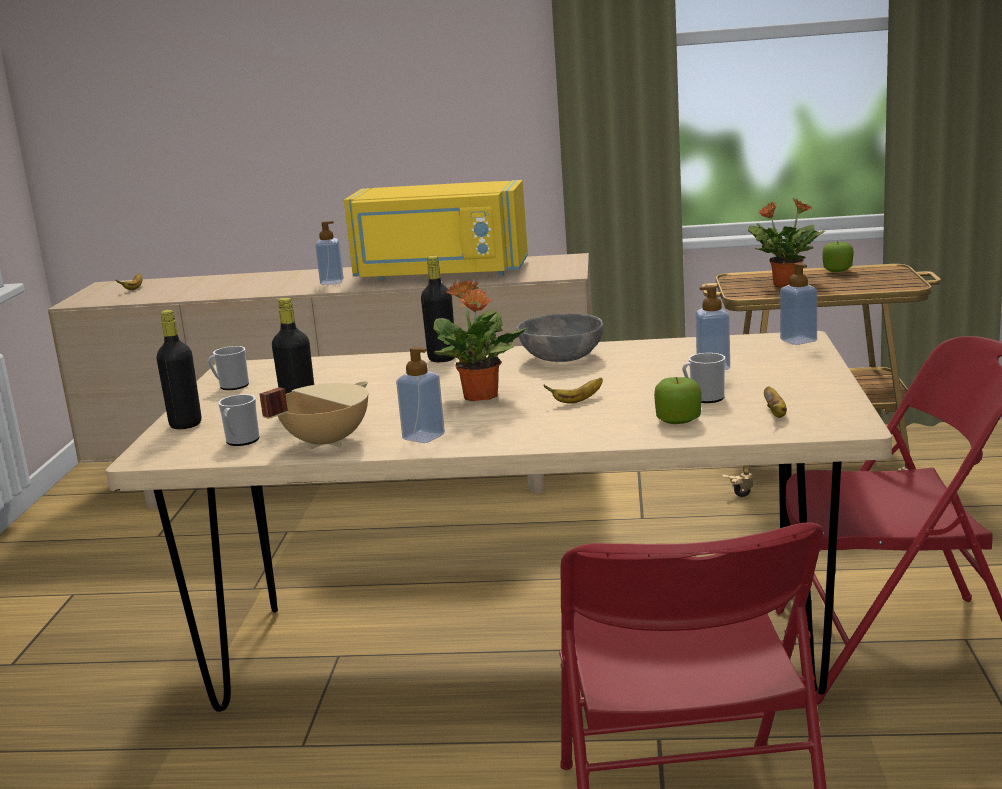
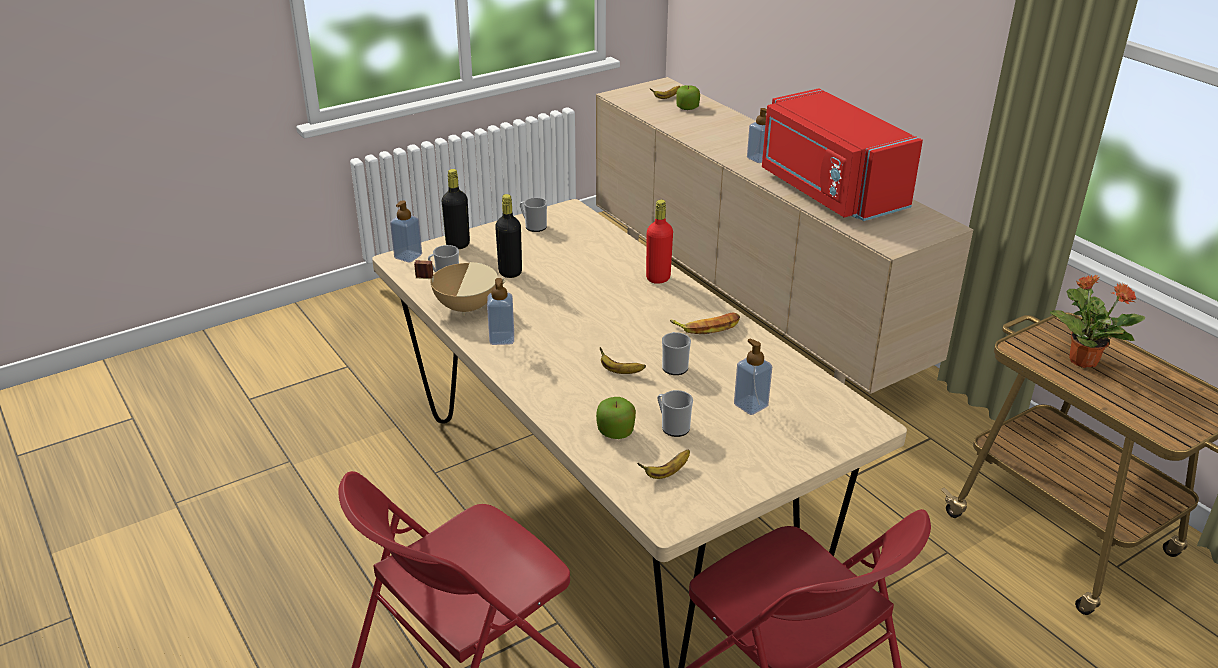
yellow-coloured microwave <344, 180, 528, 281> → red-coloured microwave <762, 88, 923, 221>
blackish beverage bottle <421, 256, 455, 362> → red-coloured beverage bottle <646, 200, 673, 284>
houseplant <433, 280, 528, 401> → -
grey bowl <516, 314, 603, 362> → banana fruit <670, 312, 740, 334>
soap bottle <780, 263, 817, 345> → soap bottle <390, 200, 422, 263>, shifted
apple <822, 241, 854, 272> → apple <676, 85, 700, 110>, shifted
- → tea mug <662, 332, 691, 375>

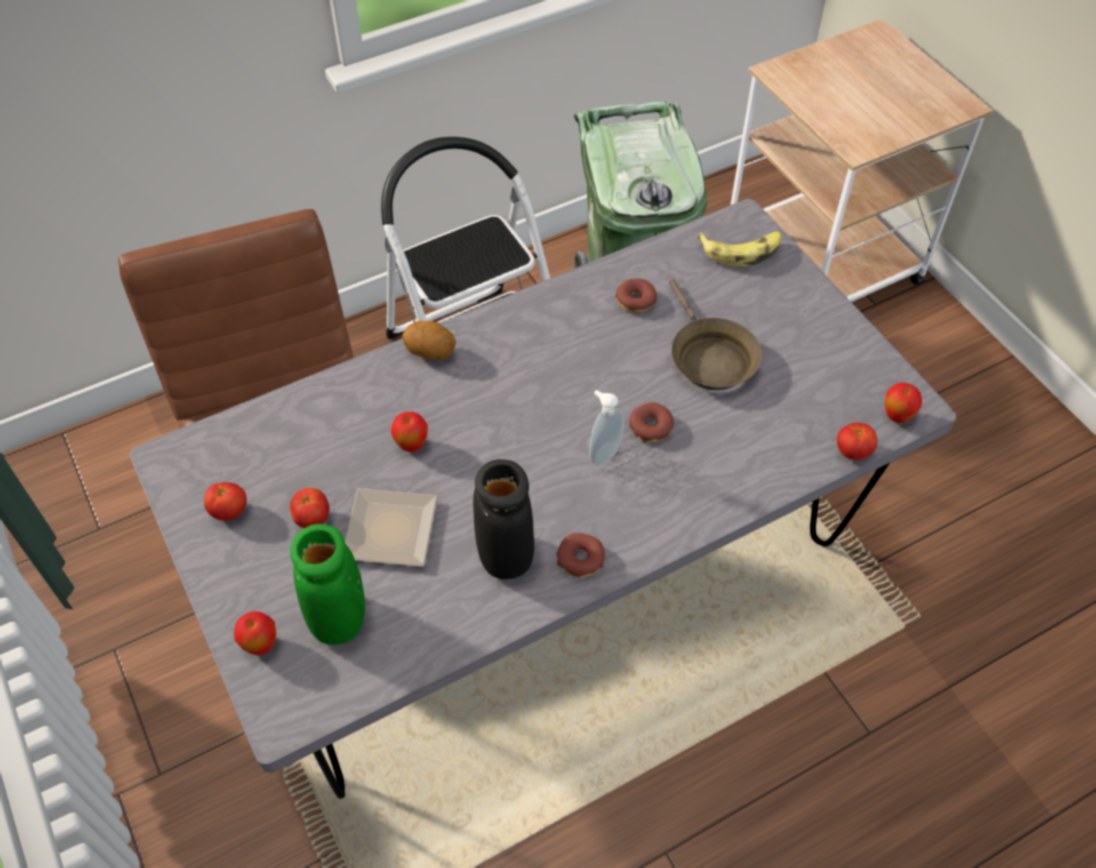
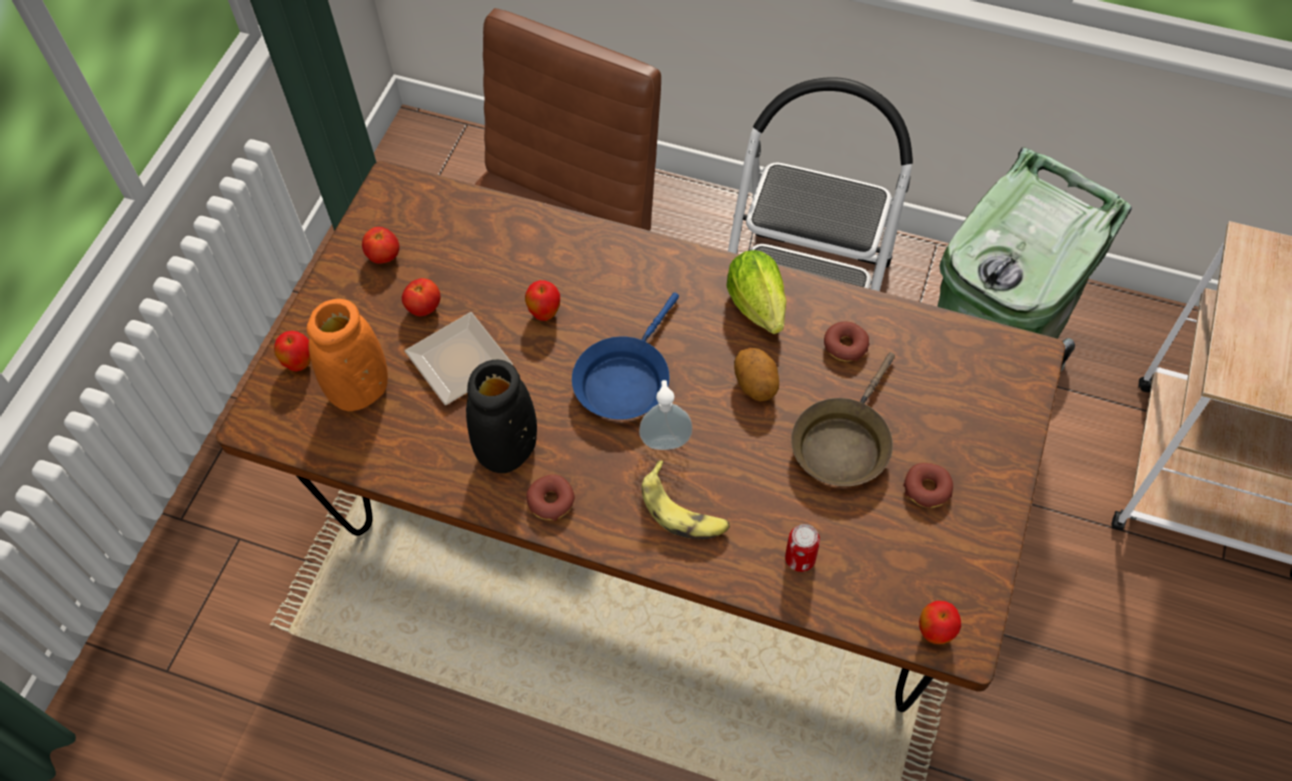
grey kitchen table <130, 199, 956, 799> → brownish kitchen table <216, 161, 1065, 712>
greenish flower vase <290, 524, 365, 645> → orange-coloured flower vase <306, 299, 388, 411>
potato <402, 321, 456, 360> → potato <734, 348, 779, 401>, shifted
ring doughnut <629, 402, 674, 443> → ring doughnut <903, 463, 953, 508>, shifted
banana fruit <698, 231, 782, 267> → banana fruit <641, 460, 730, 539>, shifted
fresh tomato <837, 423, 878, 460> → -
- → bluish skillet <572, 292, 679, 420>
- → head of lettuce <726, 250, 786, 334>
- → sealed can <785, 524, 820, 572>

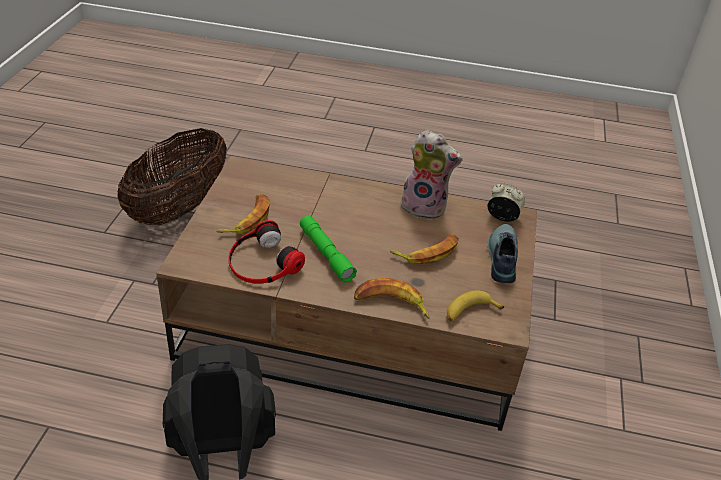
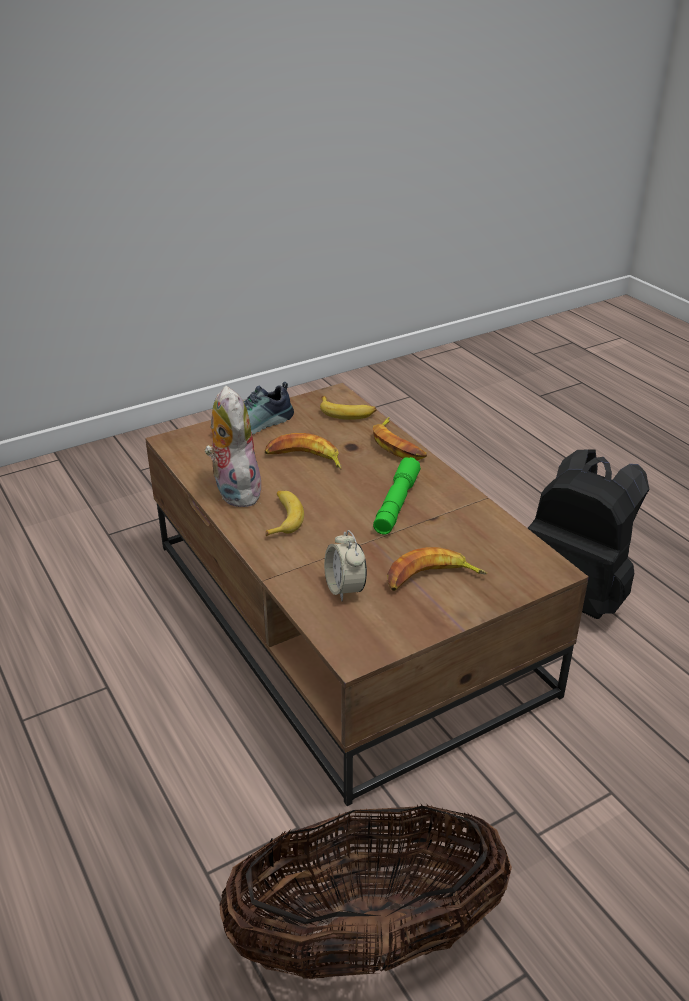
headphones <228, 220, 305, 284> → -
table clock <487, 183, 525, 222> → table clock <324, 530, 367, 601>, shifted
- → banana fruit <266, 491, 304, 536>

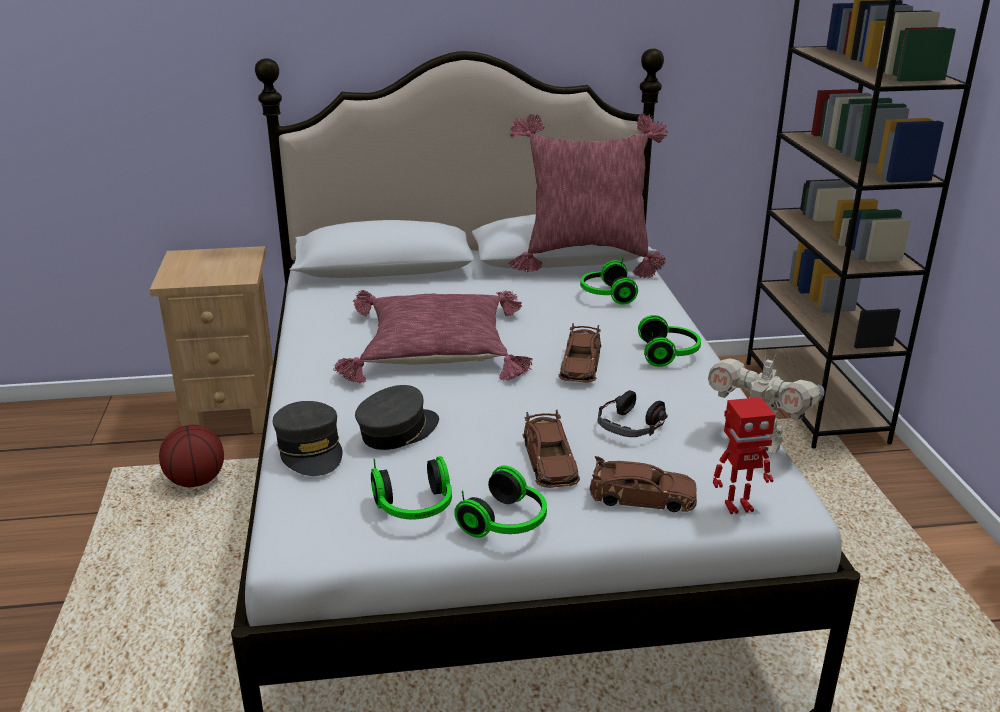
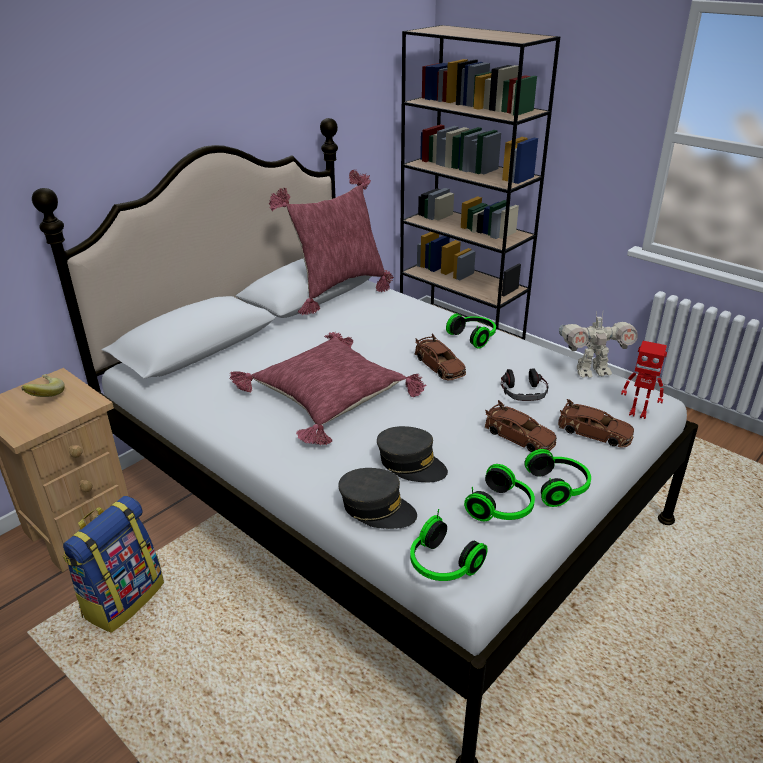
ball for basketball <159, 425, 224, 487> → rucksack <62, 496, 164, 633>
grey baseball cap <355, 385, 439, 450> → grey baseball cap <377, 426, 448, 482>, 120 degrees clockwise
headphones <580, 256, 638, 305> → headphones <410, 509, 488, 581>, shifted
brownish toy car <590, 456, 697, 512> → brownish toy car <558, 399, 634, 448>, 60 degrees clockwise
model robot <713, 397, 775, 514> → model robot <621, 341, 667, 419>, 75 degrees clockwise
- → banana fruit <21, 374, 65, 397>

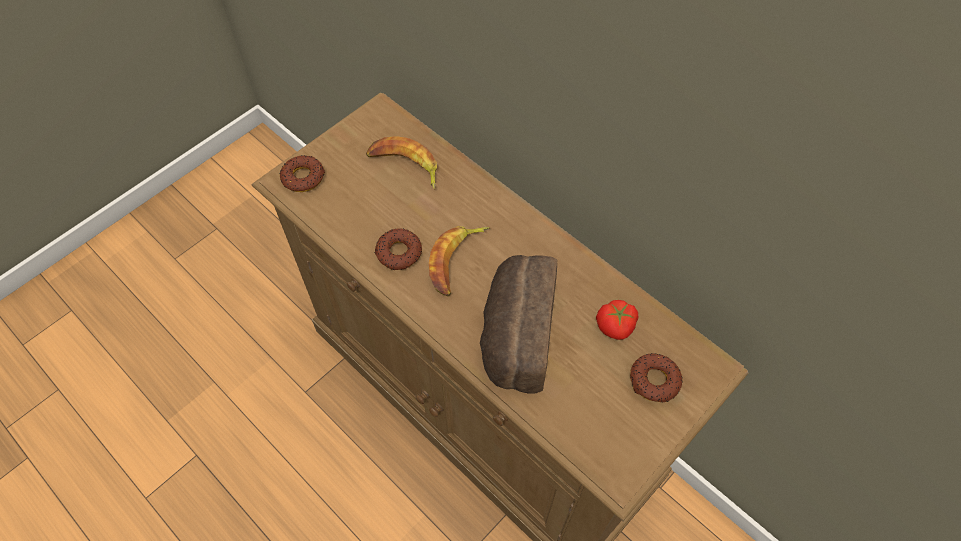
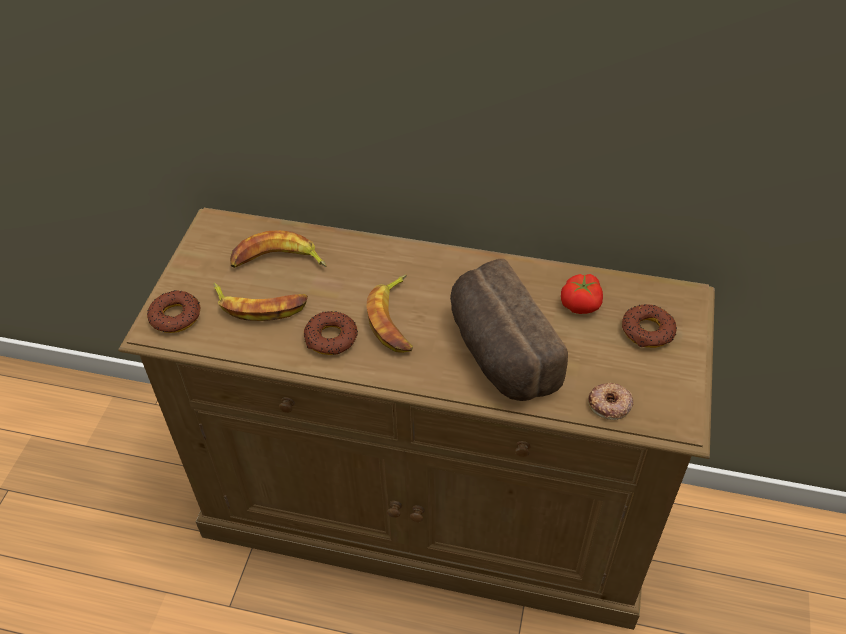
- → banana fruit <213, 282, 308, 321>
- → ring doughnut <588, 383, 633, 420>

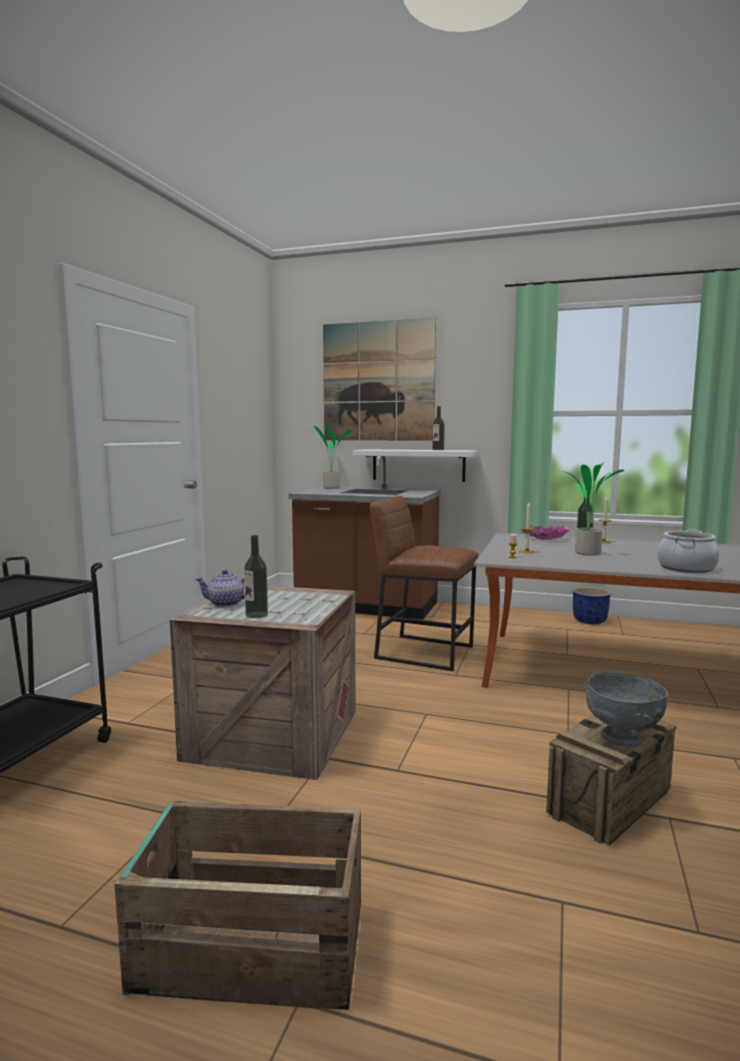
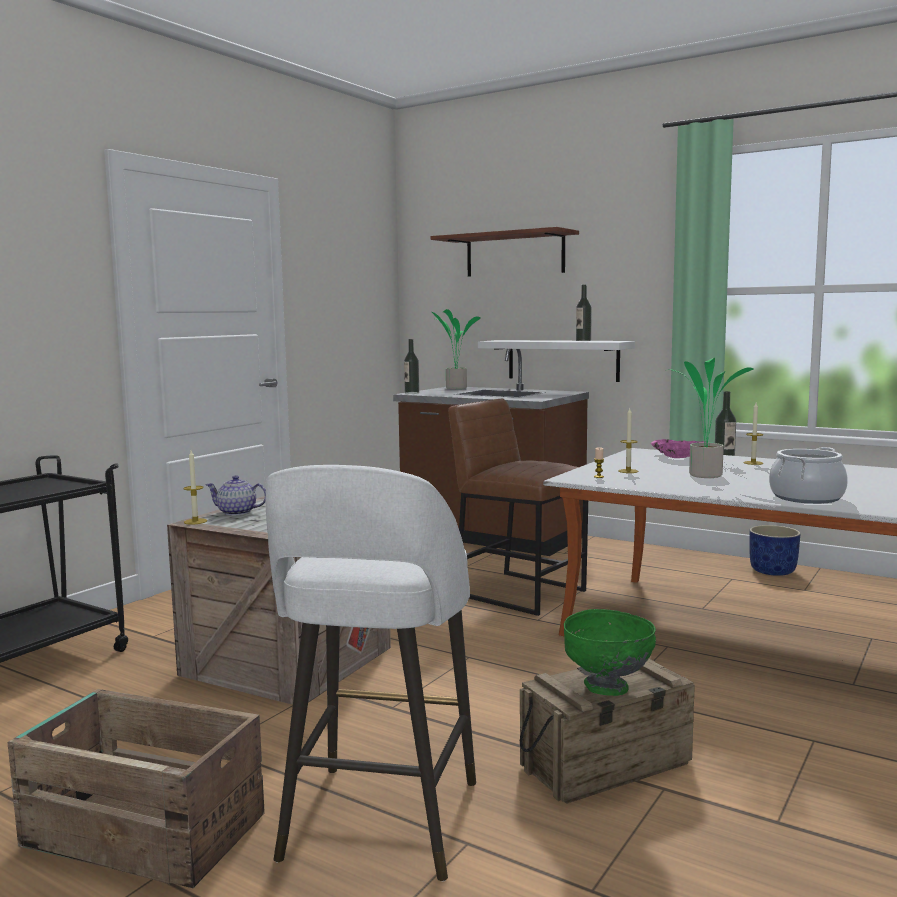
beverage bottle <244, 535, 268, 618> → beverage bottle <404, 339, 419, 394>, shifted
wall art <323, 318, 436, 441> → bracket shelf <430, 227, 579, 277>
grey bowl <586, 672, 668, 747> → greenish bowl <564, 609, 656, 696>
- → wax candle <184, 450, 207, 525>
- → white stool <266, 465, 476, 881>

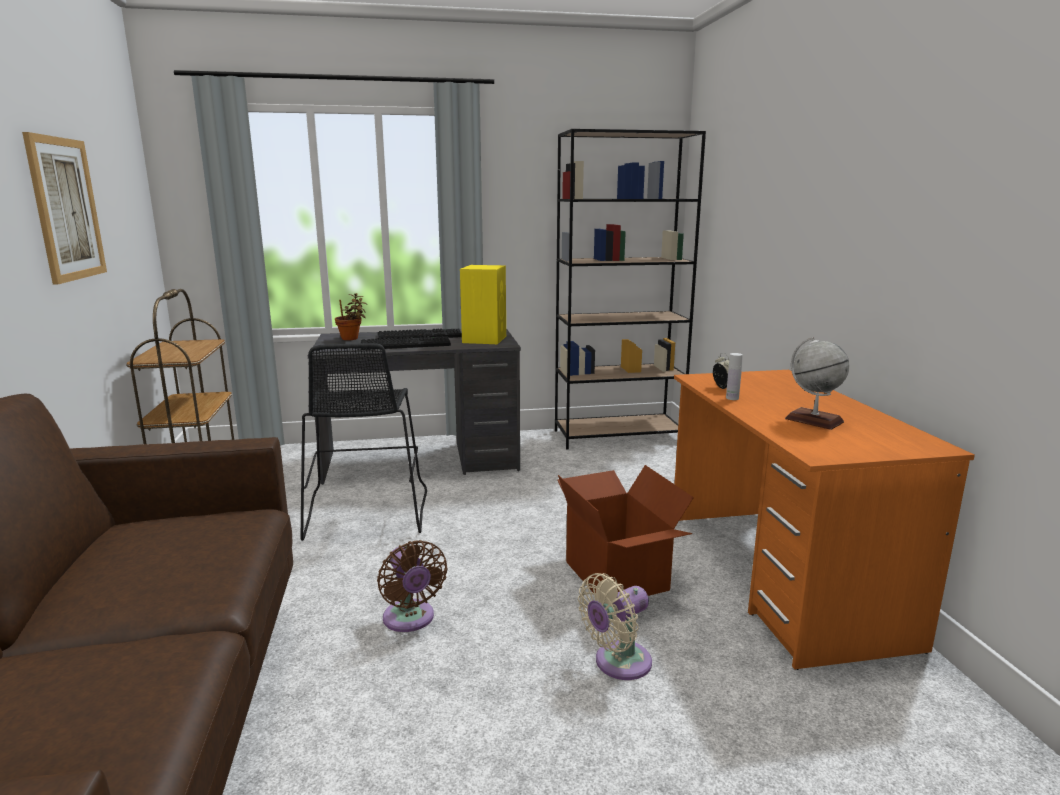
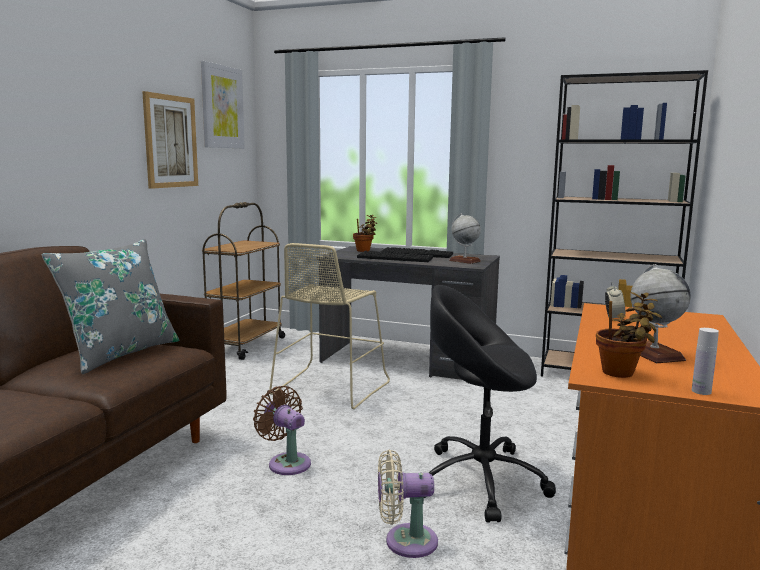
blackish stool <300, 343, 427, 541> → sand-coloured stool <269, 243, 390, 409>
brownish electric fan <377, 540, 447, 632> → brownish electric fan <253, 386, 311, 475>, 135 degrees clockwise
yellow-coloured speaker <460, 265, 506, 344> → desk globe <449, 213, 481, 264>
packing box <557, 465, 694, 596> → blackish office chair <424, 285, 556, 523>
white beverage bottle <726, 353, 743, 400> → white beverage bottle <692, 328, 719, 395>, shifted
- → grey cushion <42, 239, 180, 374>
- → wall art <201, 61, 245, 148>
- → houseplant <596, 292, 662, 378>

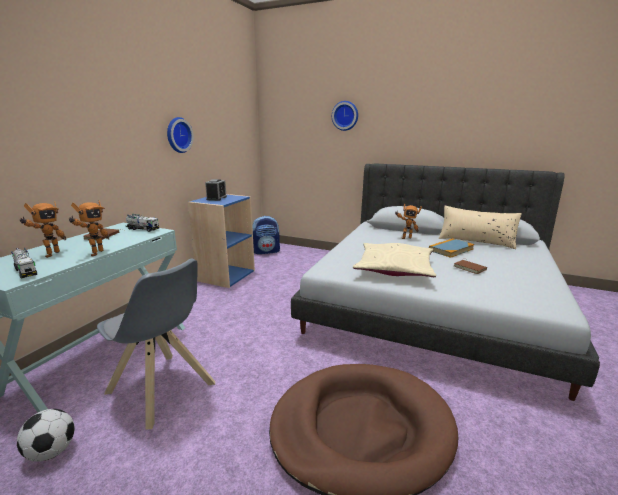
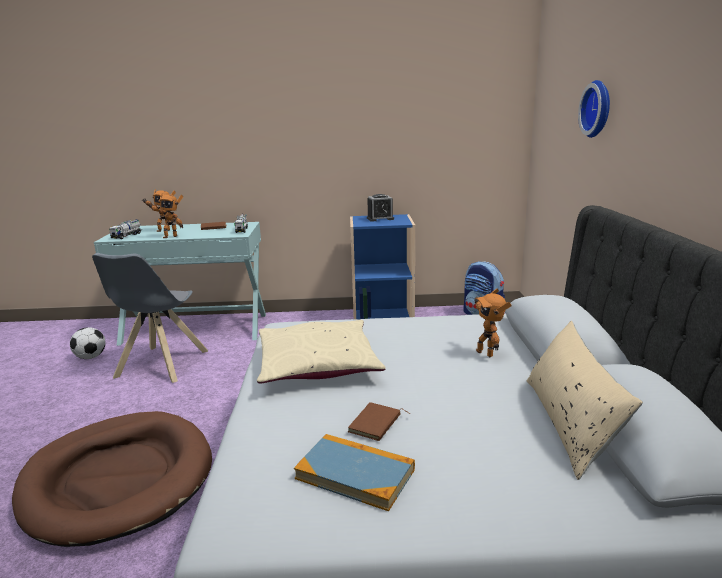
wall clock <167, 117, 194, 153> → -
volume <429, 238, 474, 258> → volume <294, 434, 415, 511>, shifted

